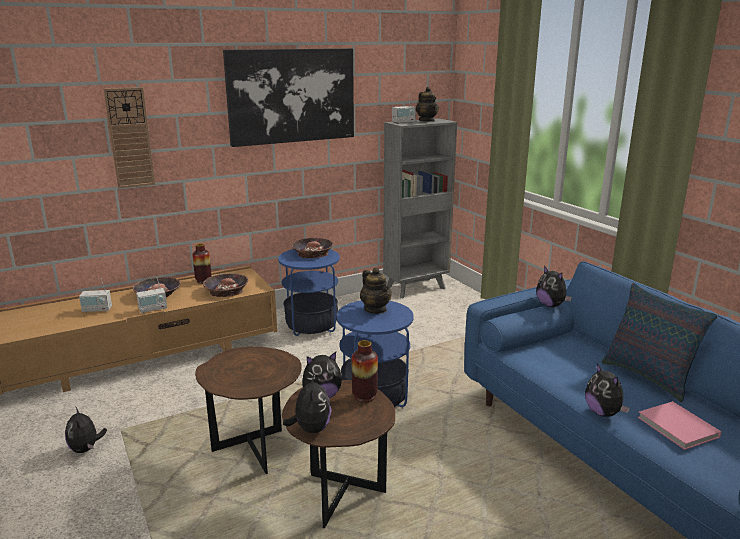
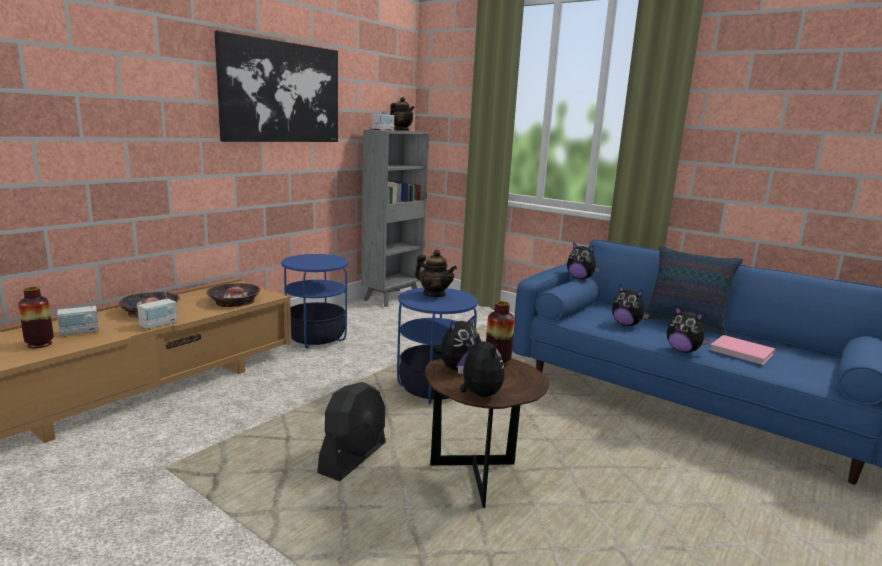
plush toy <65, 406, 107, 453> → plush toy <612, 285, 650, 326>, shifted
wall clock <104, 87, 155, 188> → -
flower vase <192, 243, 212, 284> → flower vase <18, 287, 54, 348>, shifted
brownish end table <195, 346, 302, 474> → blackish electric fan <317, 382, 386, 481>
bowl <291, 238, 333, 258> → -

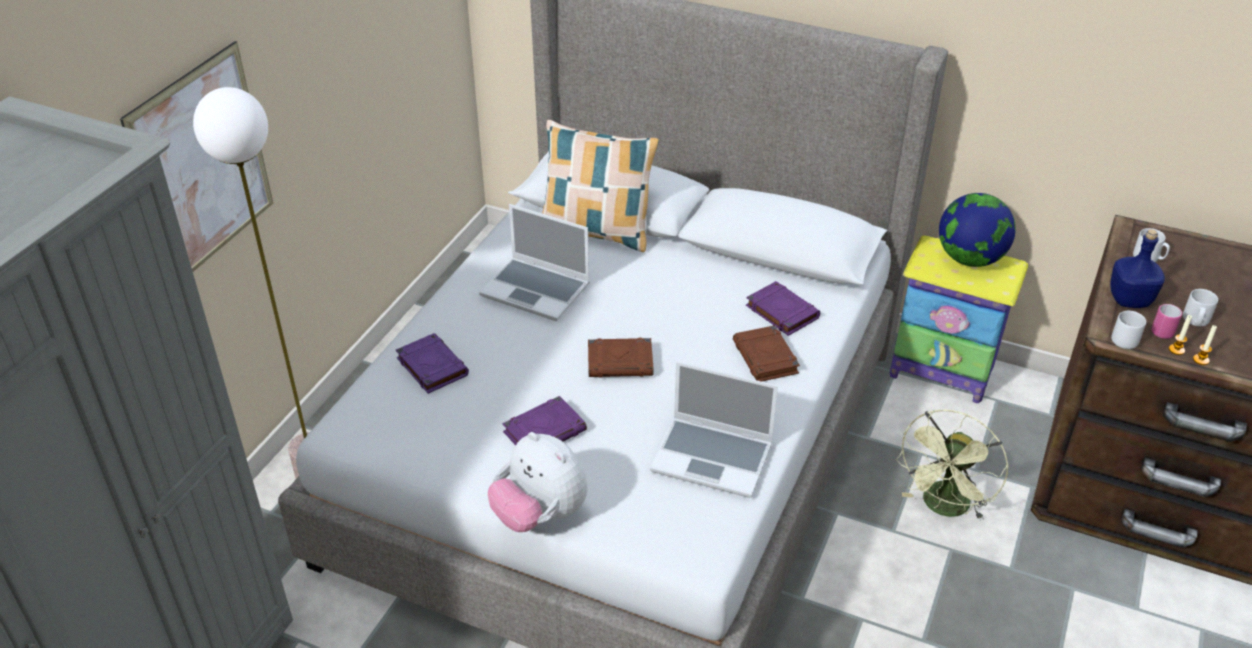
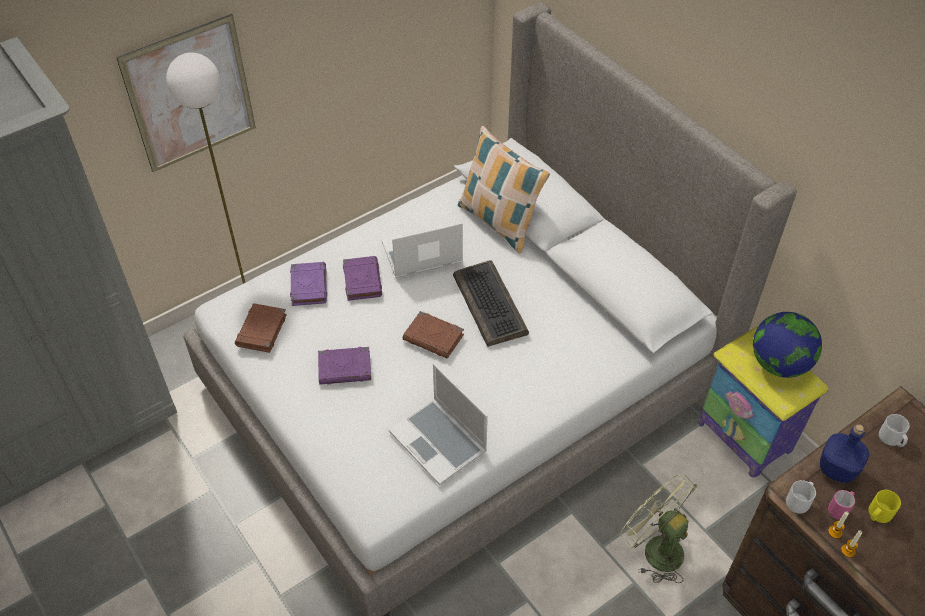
laptop <479, 204, 590, 321> → laptop <381, 222, 463, 278>, 105 degrees clockwise
plush toy <488, 432, 588, 532> → -
brownish volume <733, 325, 800, 382> → brownish volume <235, 303, 287, 353>, shifted
purple-coloured volume <746, 281, 820, 336> → purple-coloured volume <343, 256, 382, 301>, shifted
greenish electric fan <896, 410, 1008, 521> → greenish electric fan <621, 474, 698, 583>, 75 degrees clockwise
grey tea mug <1183, 289, 1218, 326> → yellow-coloured tea mug <869, 490, 901, 523>
- → PC keyboard <453, 260, 529, 347>

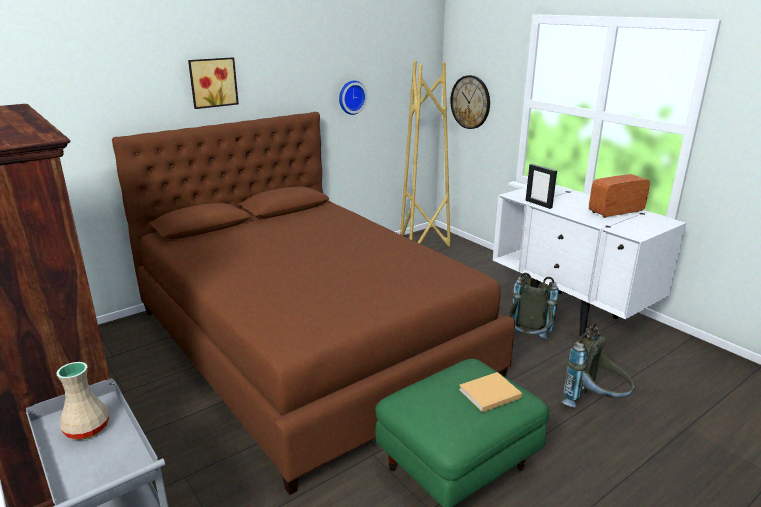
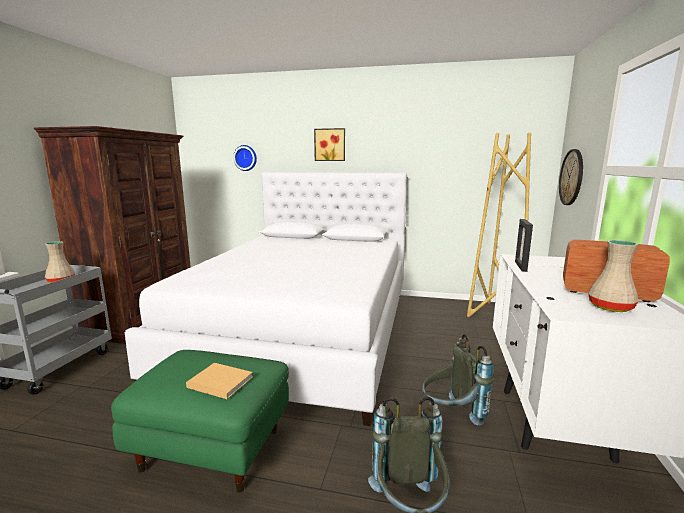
brownish sleeping bed <112, 112, 516, 495> → white sleeping bed <125, 172, 407, 426>
wall clock <339, 80, 367, 115> → wall clock <233, 145, 257, 171>, shifted
- → sand-coloured flower vase <588, 240, 638, 312>

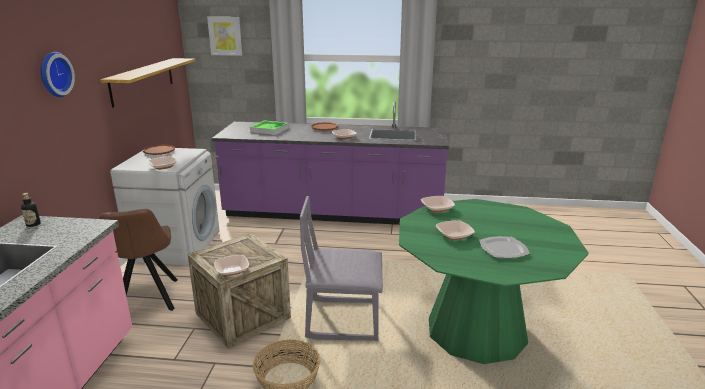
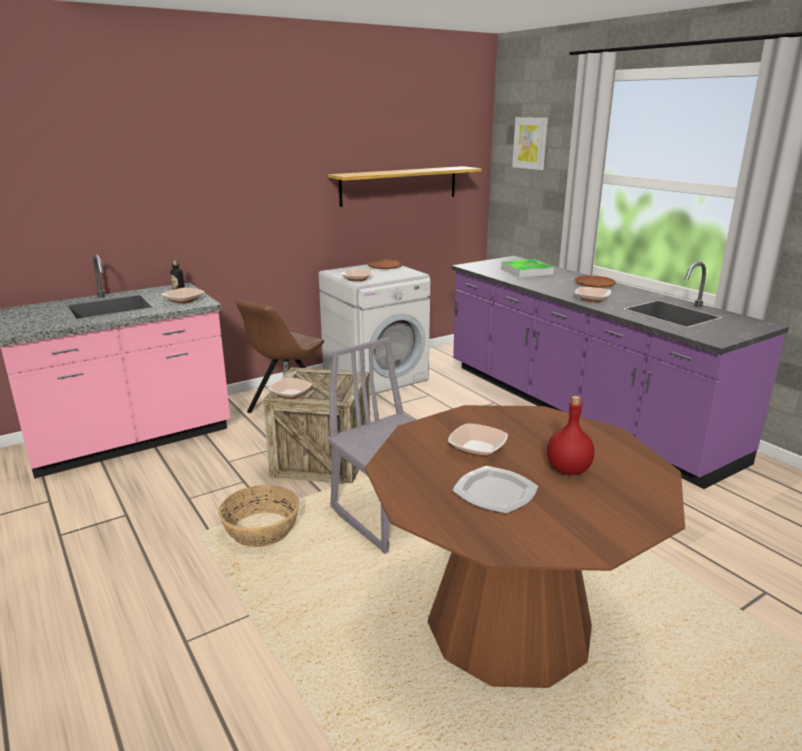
wall clock <40, 52, 75, 97> → -
greenish kitchen table <399, 199, 589, 364> → brownish kitchen table <365, 405, 685, 688>
bowl <421, 196, 455, 212> → bowl <162, 288, 204, 304>, shifted
- → red-coloured beverage bottle <547, 396, 594, 475>

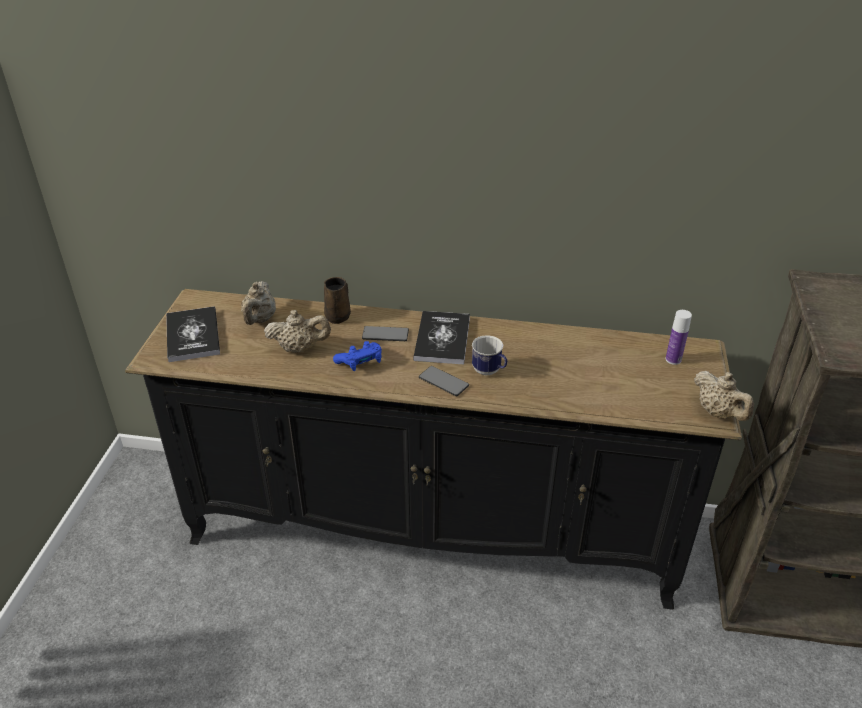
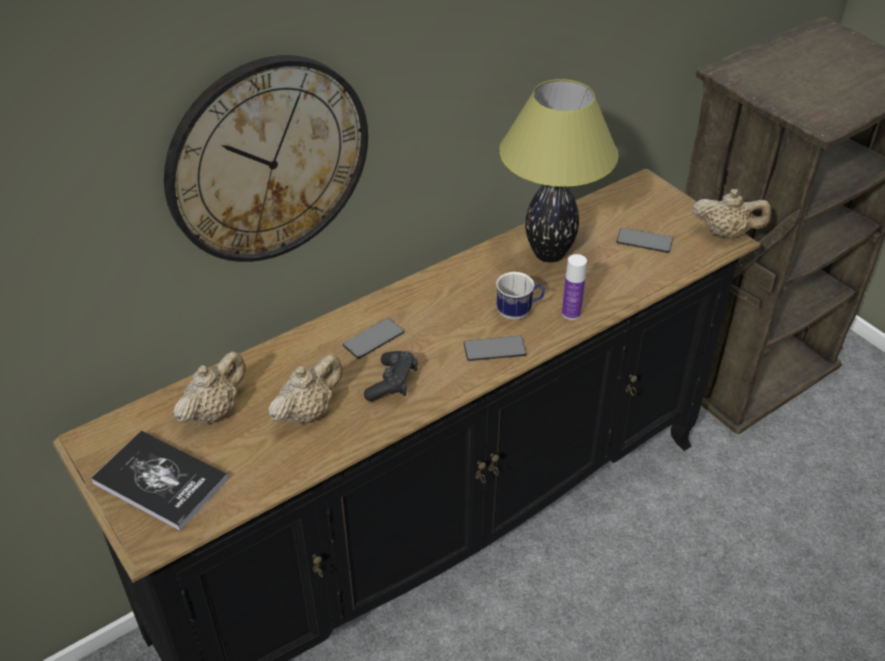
sand-coloured teapot <241, 281, 276, 325> → sand-coloured teapot <174, 351, 246, 424>, 105 degrees counterclockwise
brownish tea mug <324, 277, 351, 324> → -
bluish game controller <333, 341, 382, 371> → blackish game controller <364, 351, 418, 402>
volume <413, 311, 470, 364> → -
beverage bottle <665, 310, 692, 365> → beverage bottle <562, 254, 587, 320>, shifted
- → wall clock <164, 55, 368, 262>
- → lamp for a table <499, 79, 618, 262>
- → telephone <617, 228, 673, 253>

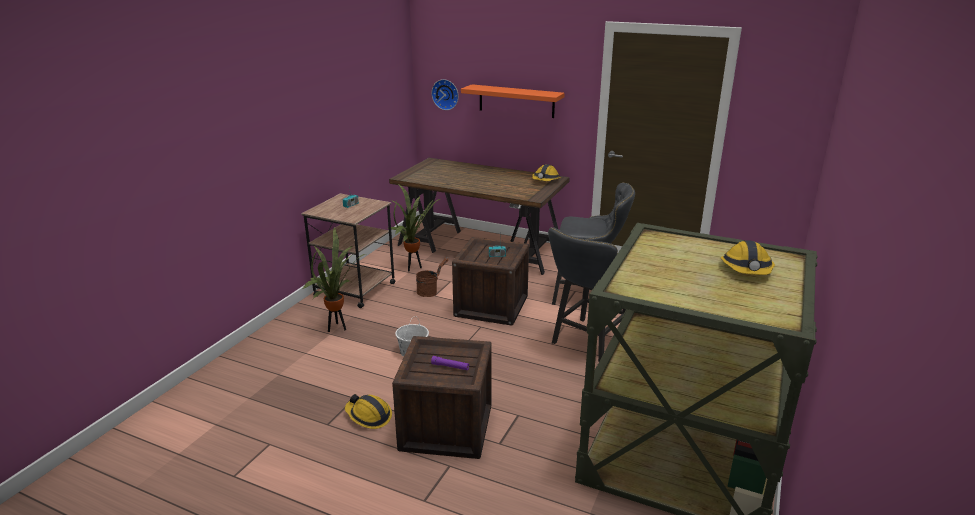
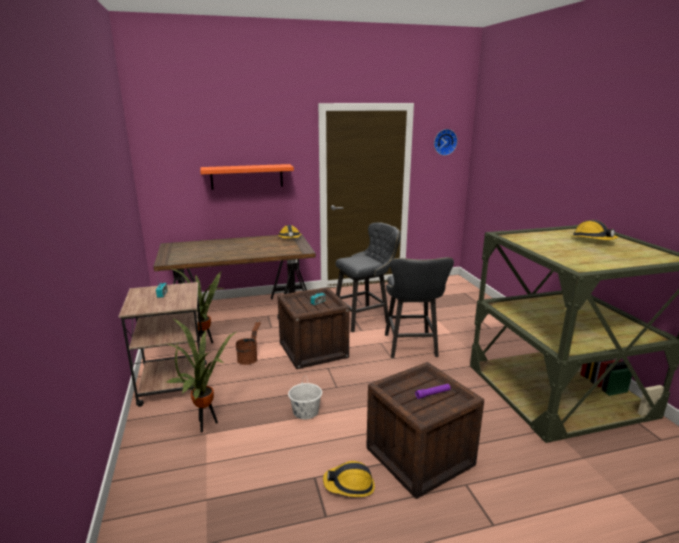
wall clock <431, 79, 459, 110> → wall clock <434, 129, 458, 156>, shifted

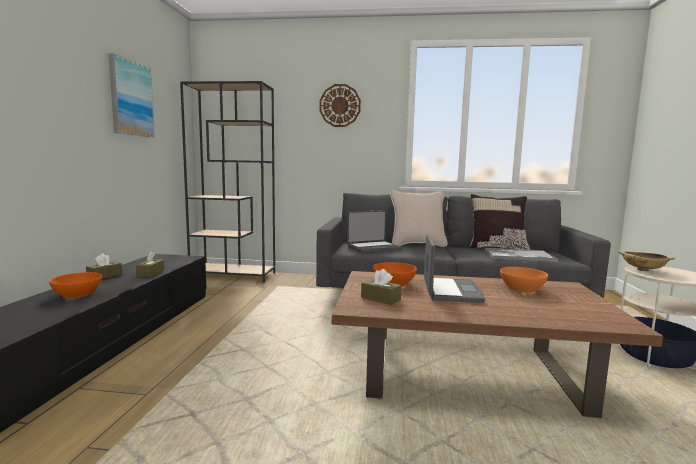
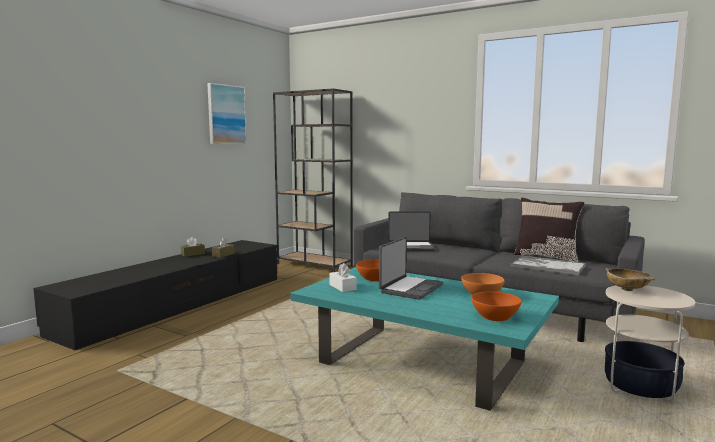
orange-coloured bowl <49, 272, 102, 298> → orange-coloured bowl <472, 291, 522, 321>, shifted
wall clock <320, 84, 361, 127> → -
brownish lounge table <332, 271, 663, 418> → blue-green lounge table <290, 267, 559, 411>
brownish tissue box <361, 269, 401, 305> → white tissue box <329, 263, 356, 292>
sand-coloured cushion <390, 190, 448, 247> → -

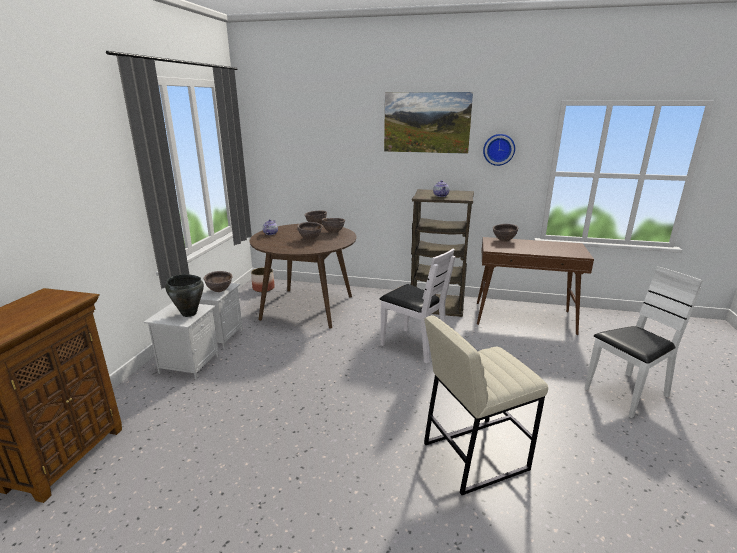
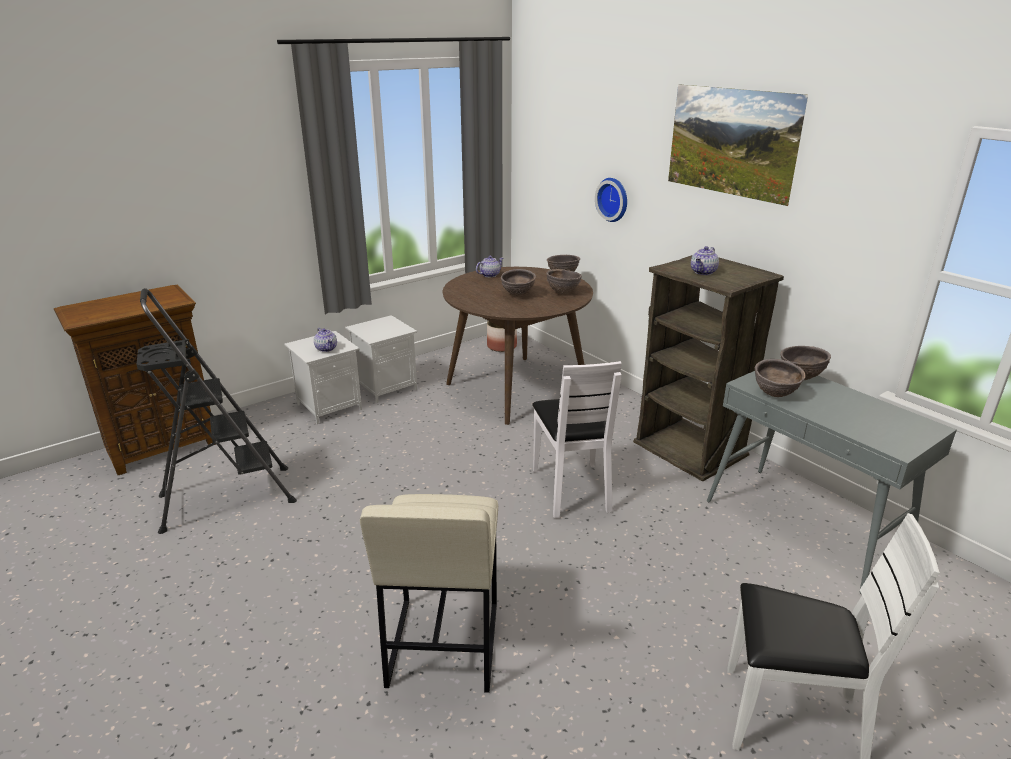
blackish cooking pot <165, 274, 204, 317> → teapot <314, 328, 337, 352>
brownish bowl <204, 271, 233, 292> → brownish bowl <755, 359, 805, 397>, shifted
sand-coloured plain chair <424, 315, 548, 495> → sand-coloured plain chair <360, 494, 498, 693>, 105 degrees counterclockwise
brownish narrow table <477, 237, 594, 335> → grey narrow table <707, 371, 957, 595>
wall clock <483, 134, 515, 166> → wall clock <595, 178, 627, 222>, shifted
- → step ladder <136, 288, 297, 534>

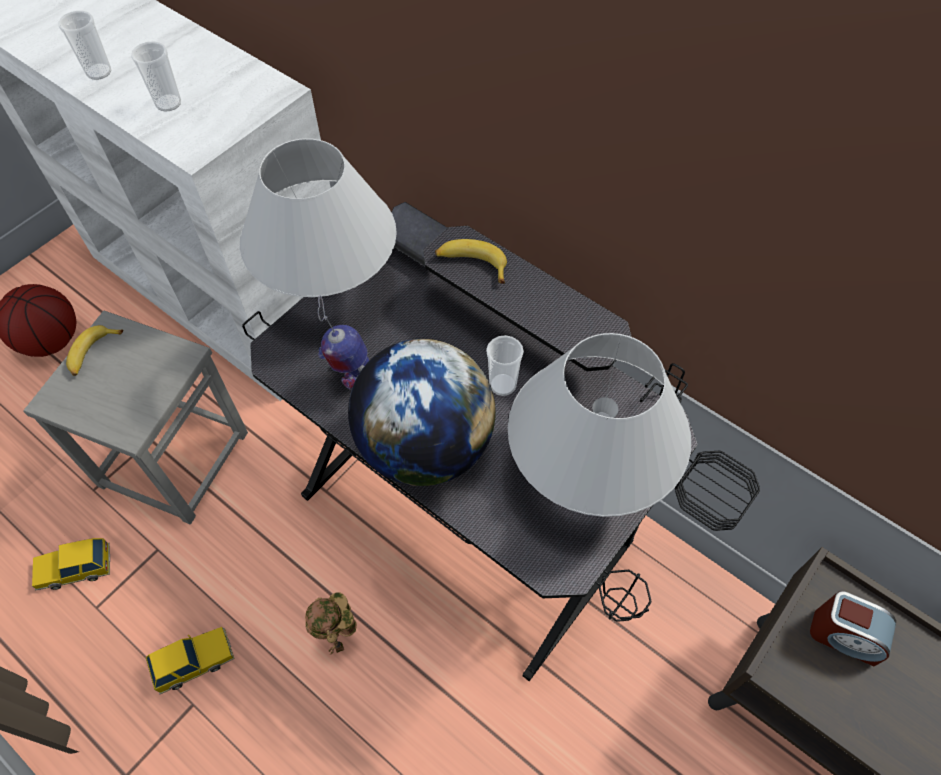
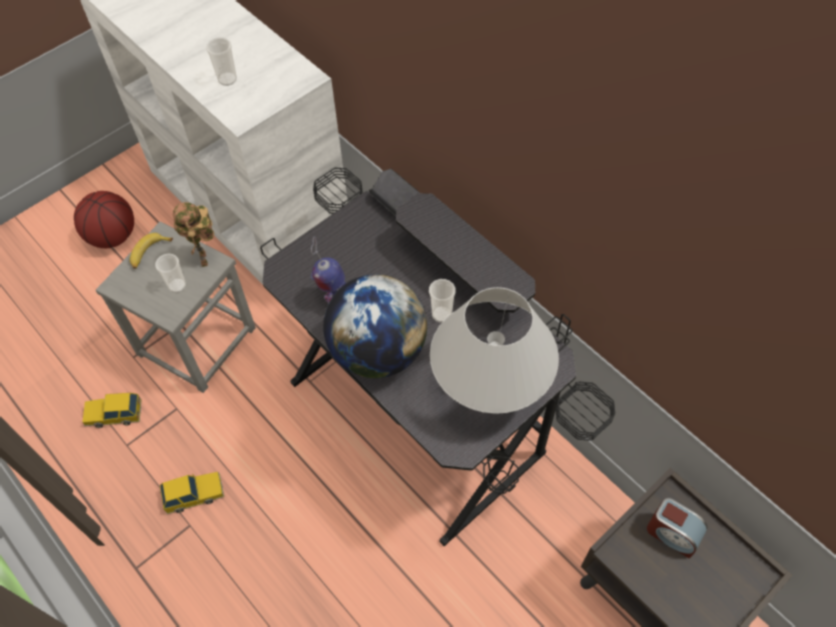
cup <58, 11, 111, 80> → cup <155, 253, 186, 293>, shifted
white lamp for a table <240, 138, 397, 297> → -
model robot <305, 593, 357, 655> → model robot <173, 202, 214, 267>, shifted
banana fruit <435, 239, 507, 284> → -

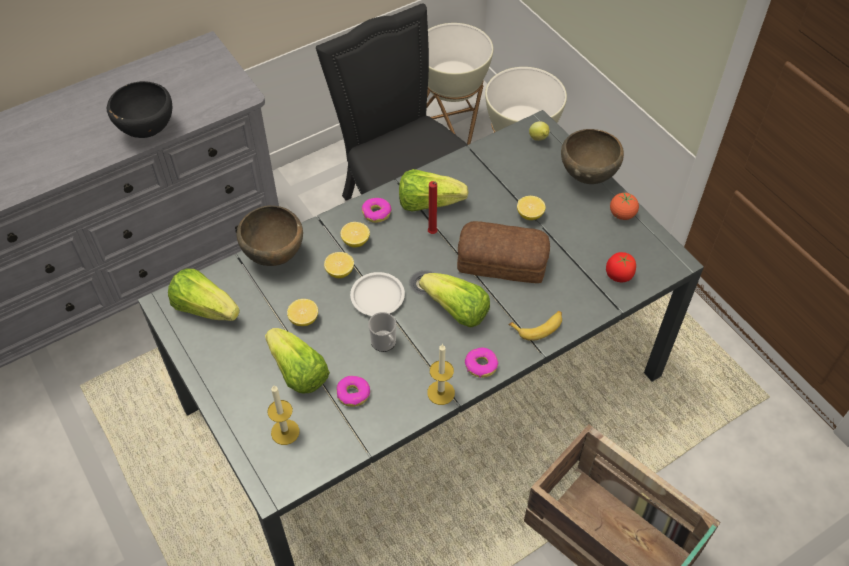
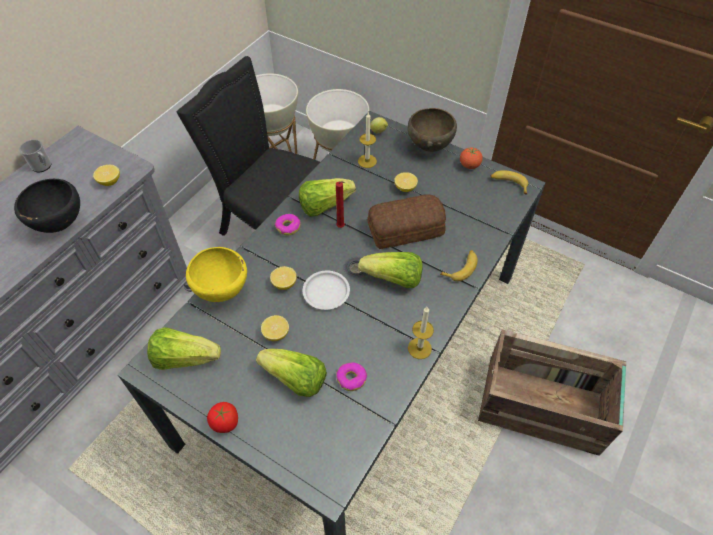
brownish bowl <237, 205, 303, 266> → yellow-coloured bowl <186, 247, 247, 302>
wax candle <267, 385, 300, 445> → wax candle <358, 113, 377, 168>, shifted
citrus fruit <341, 222, 370, 248> → citrus fruit <93, 165, 120, 186>, shifted
tea mug <368, 312, 397, 352> → tea mug <19, 139, 52, 172>, shifted
ring doughnut <465, 348, 498, 378> → -
fresh tomato <606, 252, 636, 282> → fresh tomato <207, 402, 238, 433>, shifted
- → banana fruit <490, 170, 528, 195>

